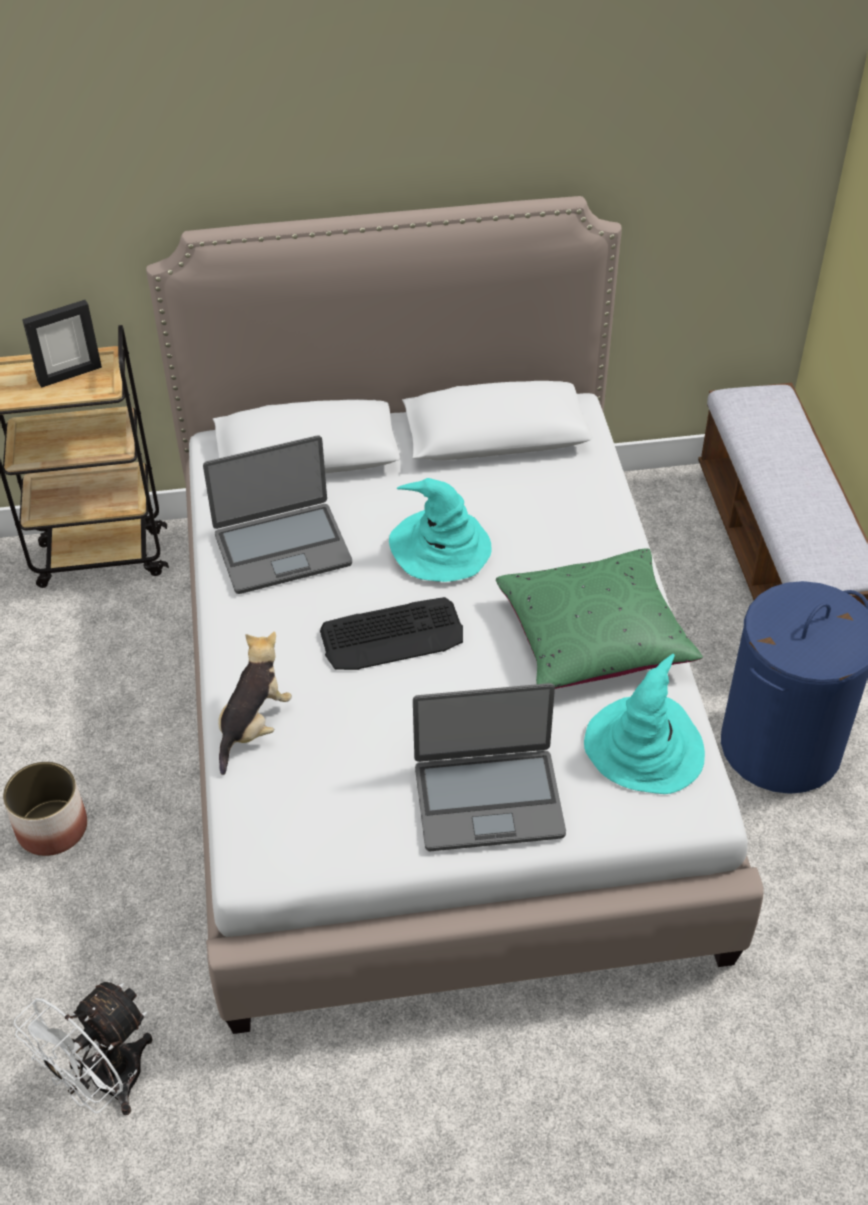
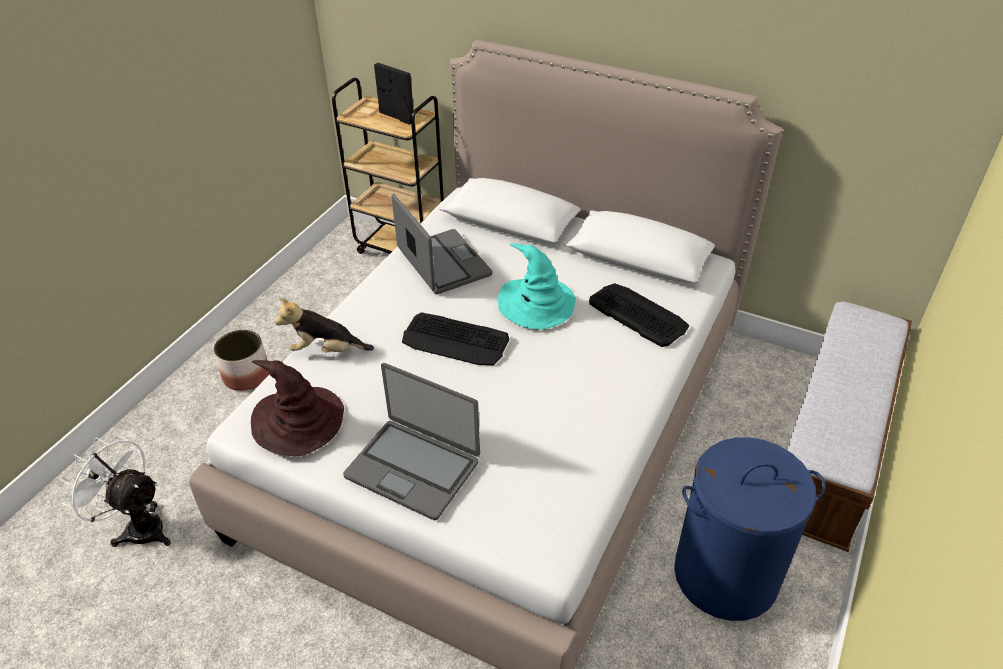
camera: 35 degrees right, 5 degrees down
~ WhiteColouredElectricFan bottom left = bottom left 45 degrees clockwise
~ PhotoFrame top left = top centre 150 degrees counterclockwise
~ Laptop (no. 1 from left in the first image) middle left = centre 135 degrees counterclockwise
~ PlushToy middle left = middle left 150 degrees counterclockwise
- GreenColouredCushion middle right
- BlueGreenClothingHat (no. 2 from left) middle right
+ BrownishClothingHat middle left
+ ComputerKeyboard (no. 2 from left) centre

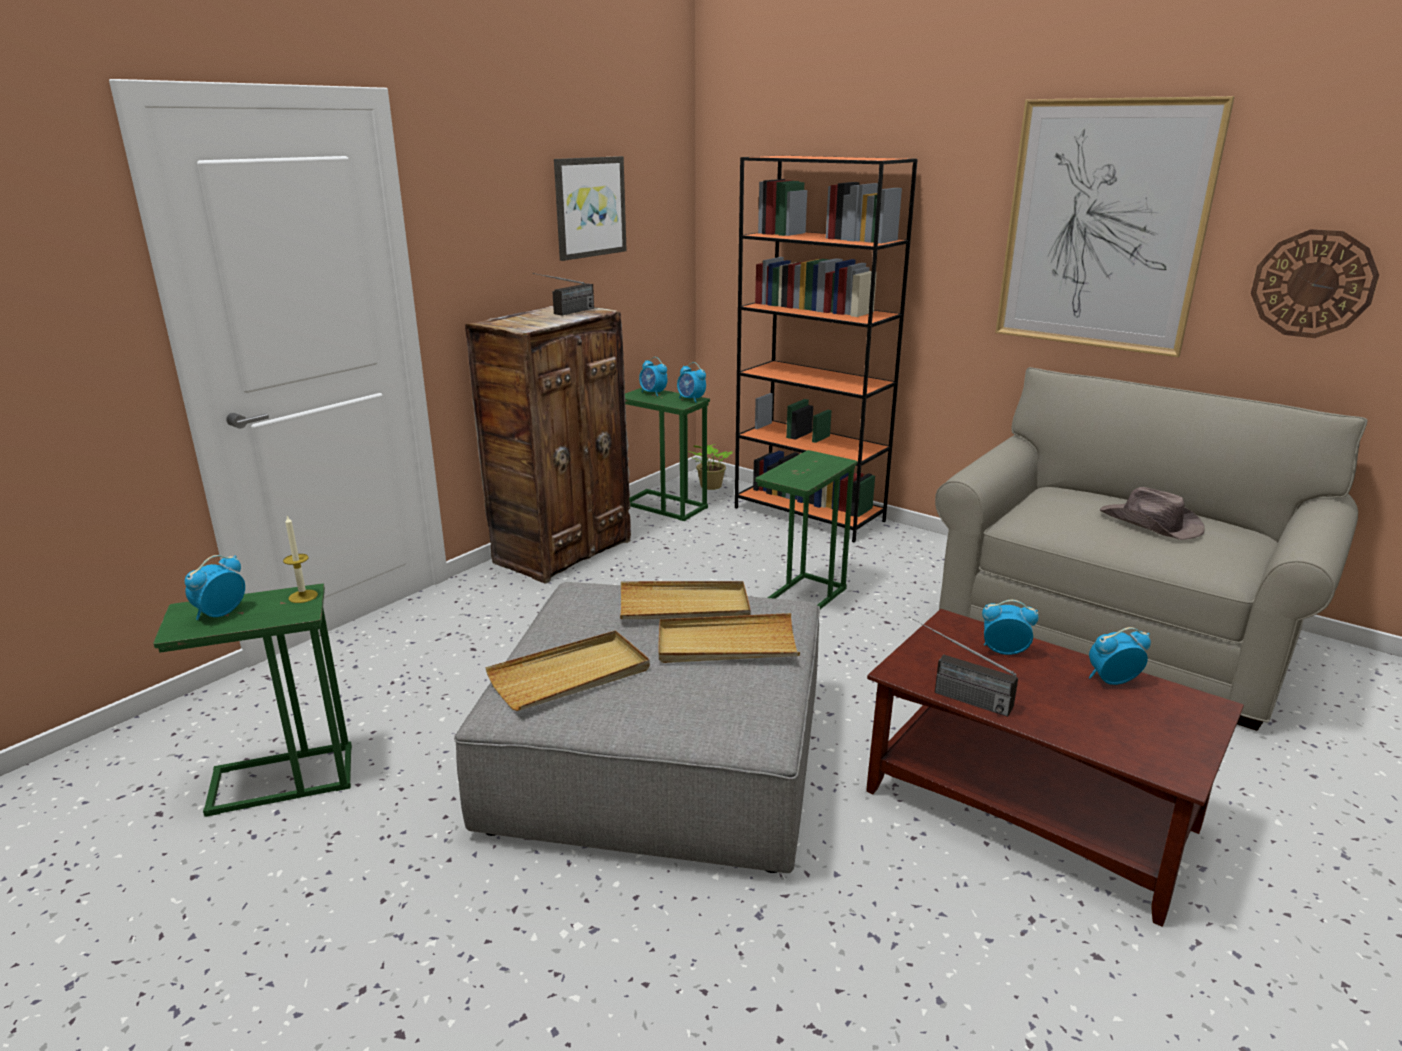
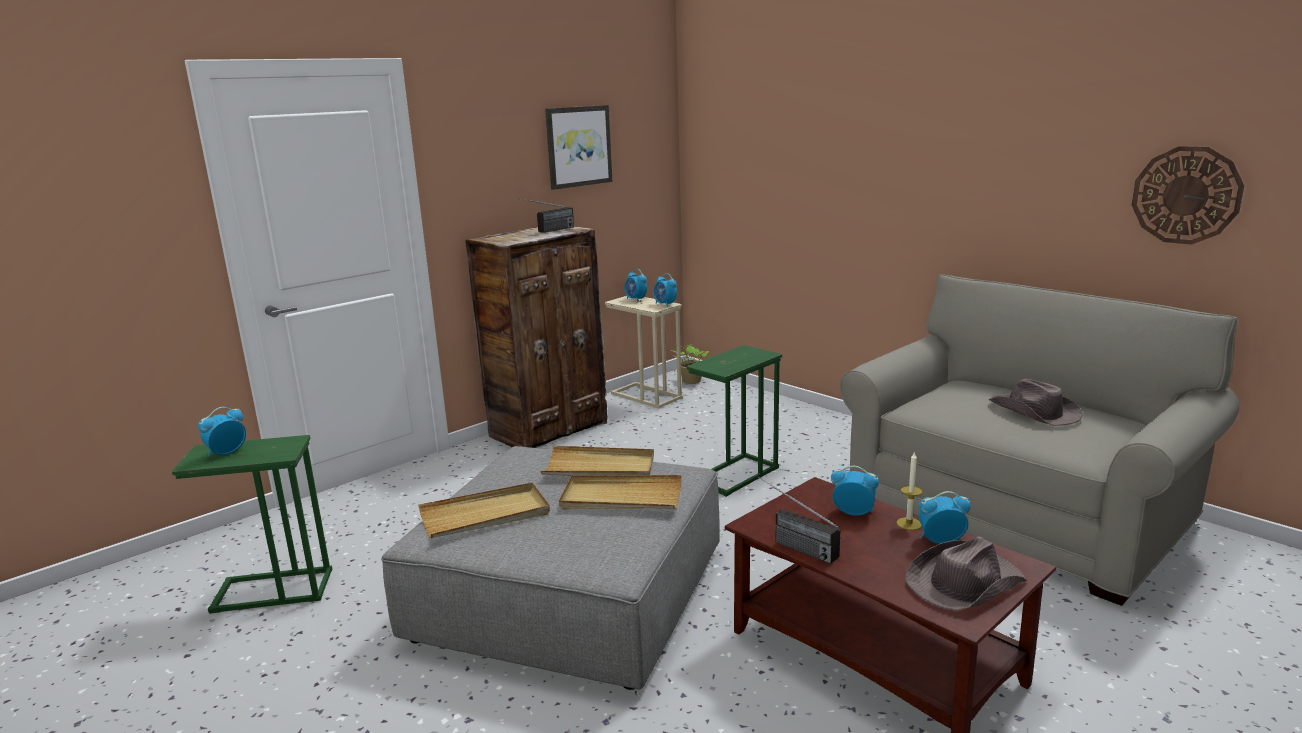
camera: 10 degrees right, 5 degrees down
~ WaxCandle middle left to bottom right
~ GreenColouredEndTable (no. 2 from left) centre to BeigeColouredEndTable centre
- OrangeShelvingUnit top centre
- WallArt (no. 2 from left) top right
+ BrownishClothingHat (no. 1 from left) bottom right

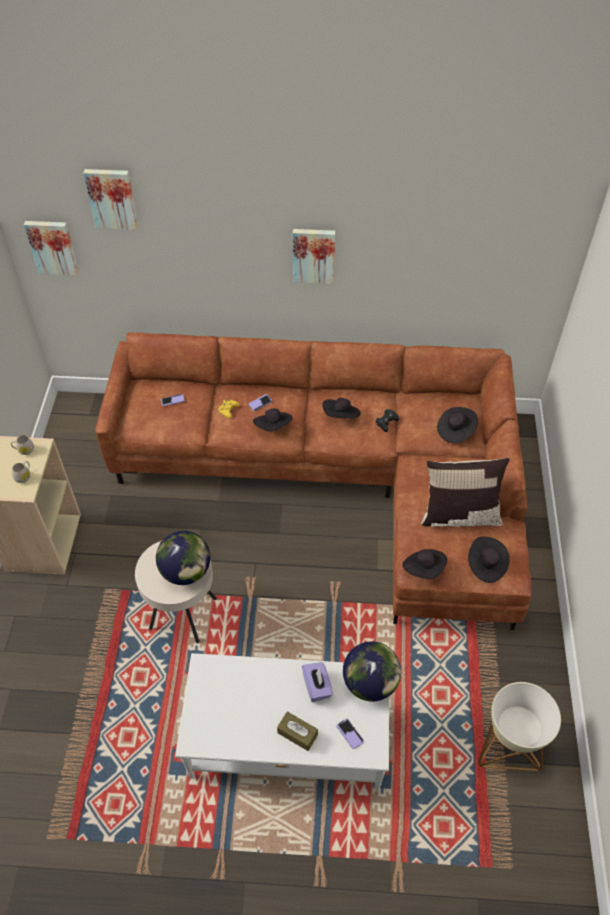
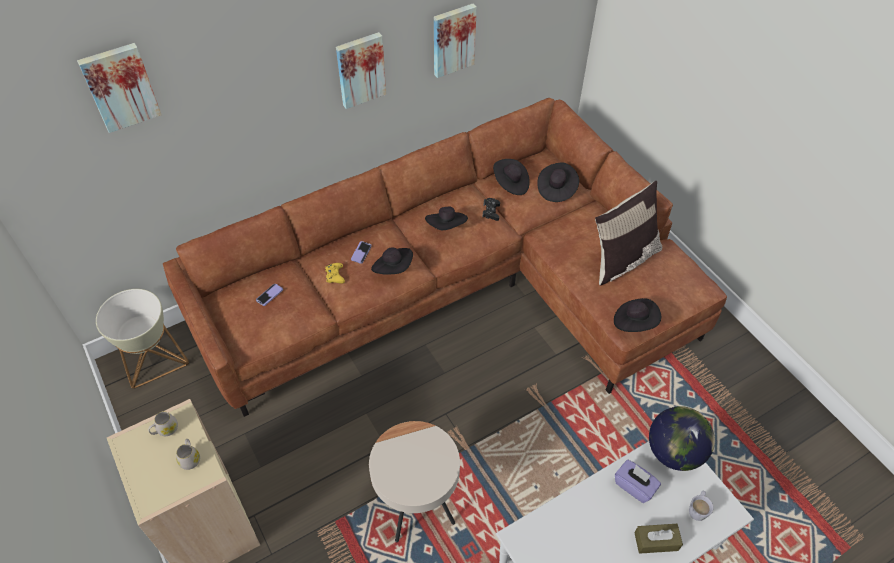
camera: 35 degrees left, 0 degrees up
~ WallArt (no. 1 from left in the first image) top left to WallArt (no. 3 from left) top centre
- DeskGlobe (no. 1 from left) middle left
~ Telephone (no. 3 from left) bottom centre to WhiteColouredMug (no. 3 from left) bottom right
~ BlackColouredClothingHat (no. 5 from left in the first image) middle right to BlackColouredClothingHat (no. 3 from left) top centre
~ Planter bottom right to middle left

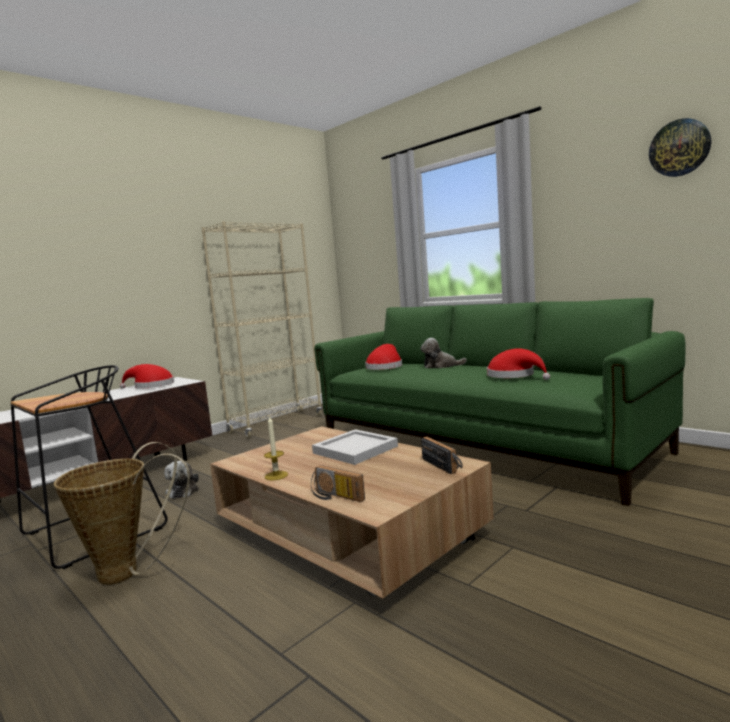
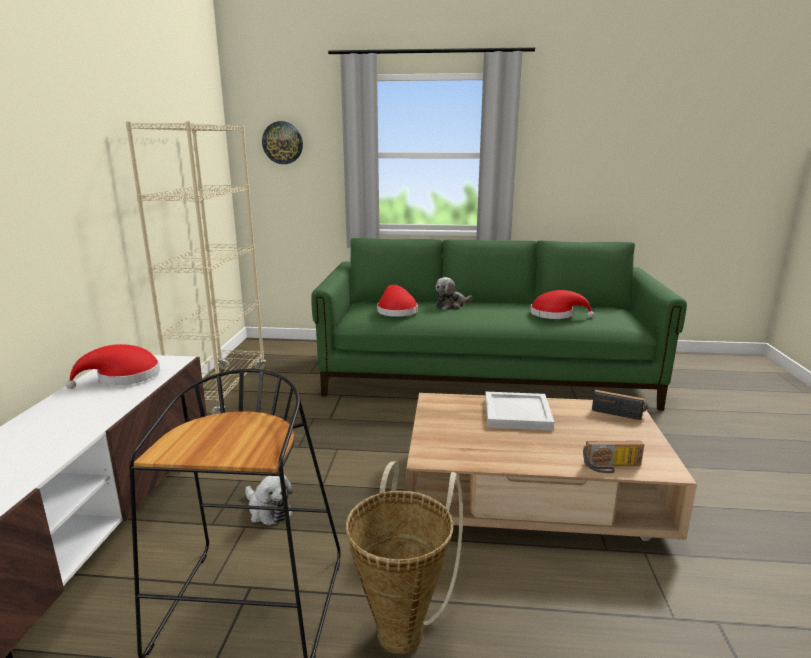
camera: 40 degrees left, 10 degrees up
- WaxCandle centre
~ HangingClock top right to top centre

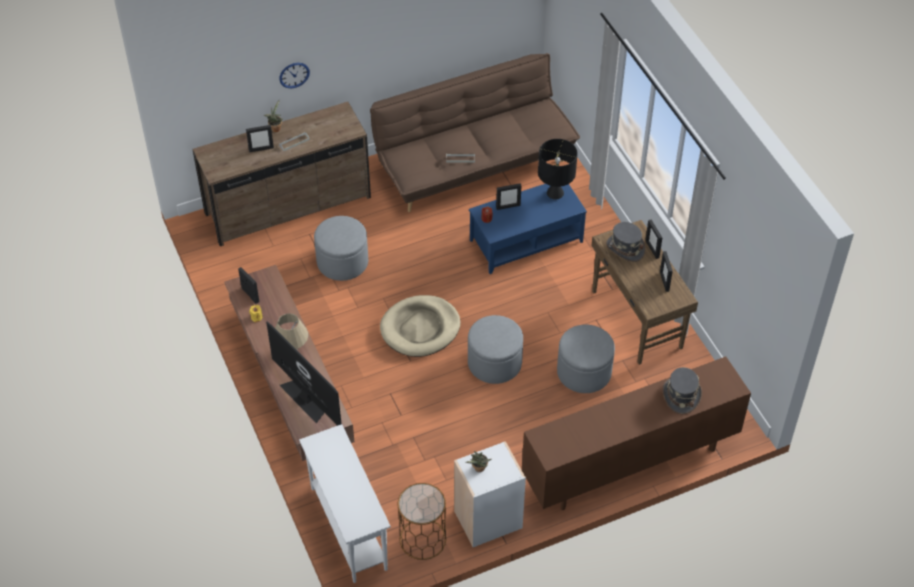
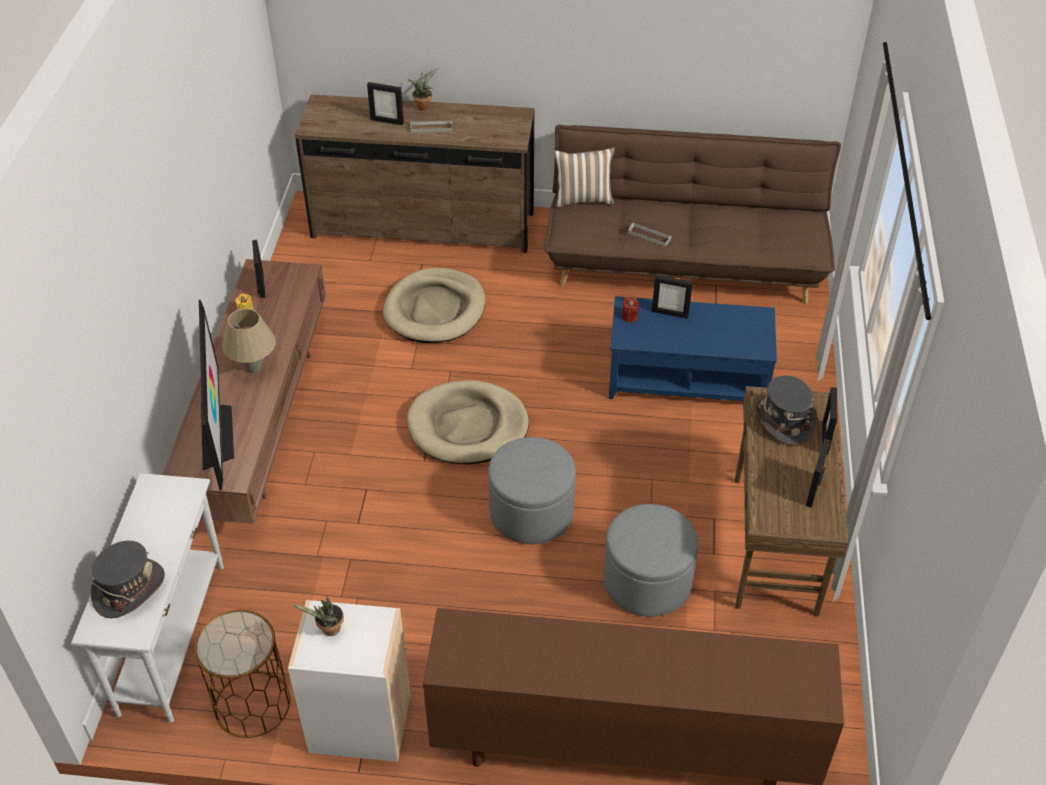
camera: 30 degrees right, 5 degrees down
- HangingClock top left
~ GreyFootrest (no. 1 from left) centre to BeigeColouredDogCushion (no. 1 from left) centre
- BlackColouredTableLamp top centre
~ GreyClothingHat (no. 2 from left in the first image) middle right to GreyClothingHat (no. 1 from left) bottom left
+ Cushion top centre

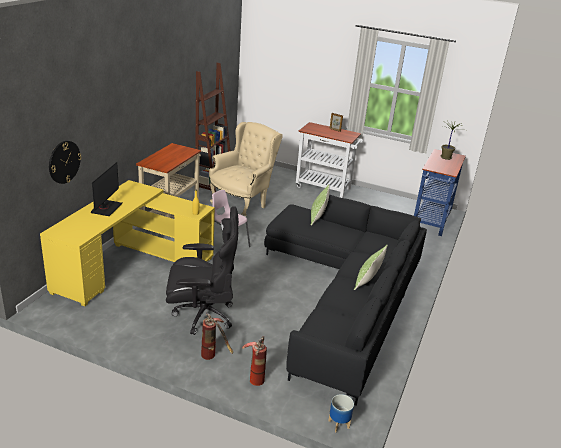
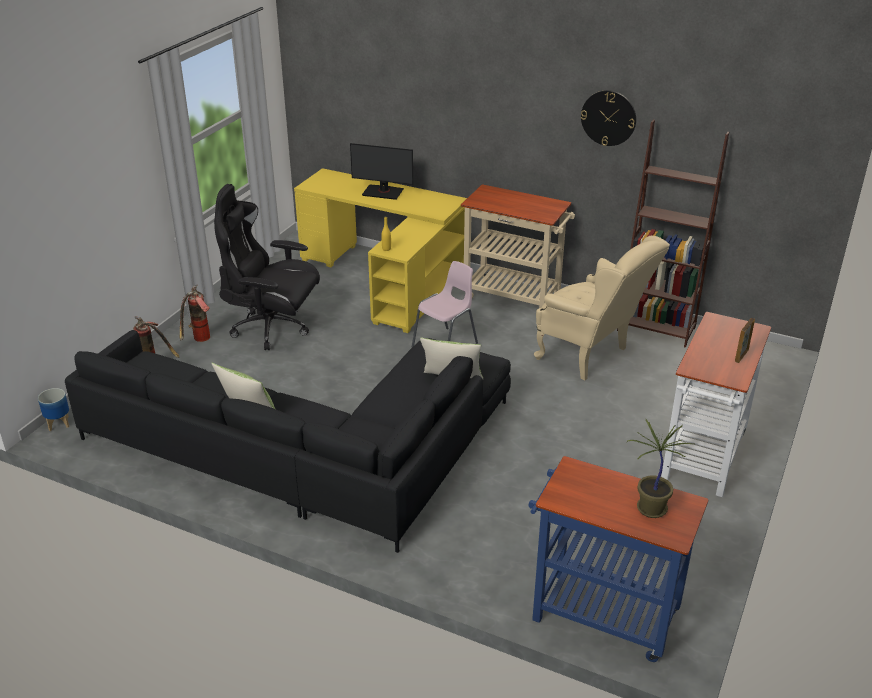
camera: 95 degrees right, 5 degrees up
~ HangingClock middle left to top right
~ BlackColouredOfficeChair centre = middle left 105 degrees clockwise

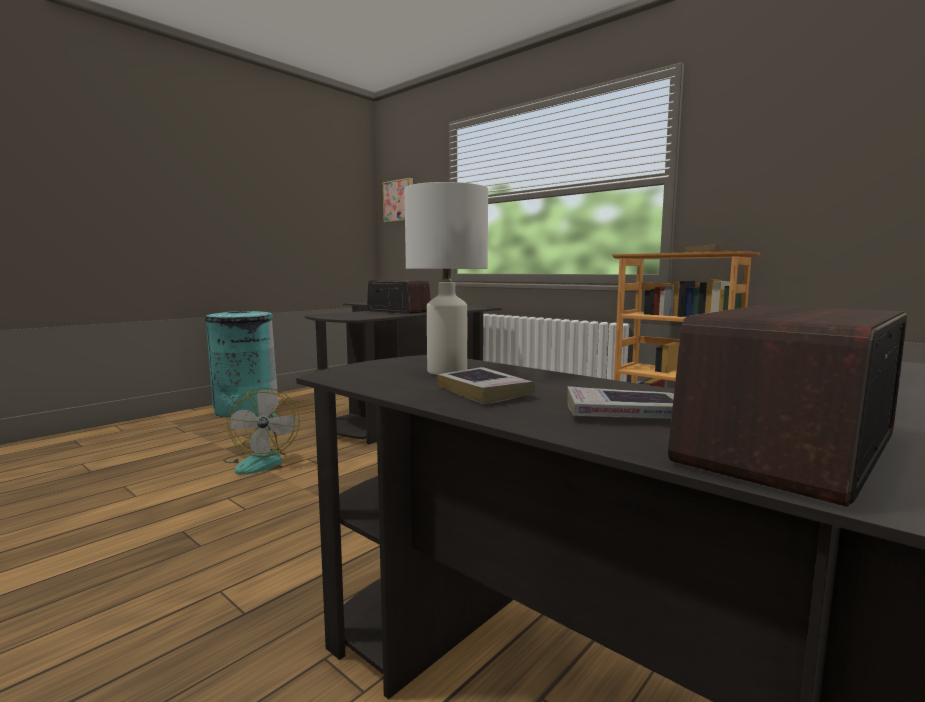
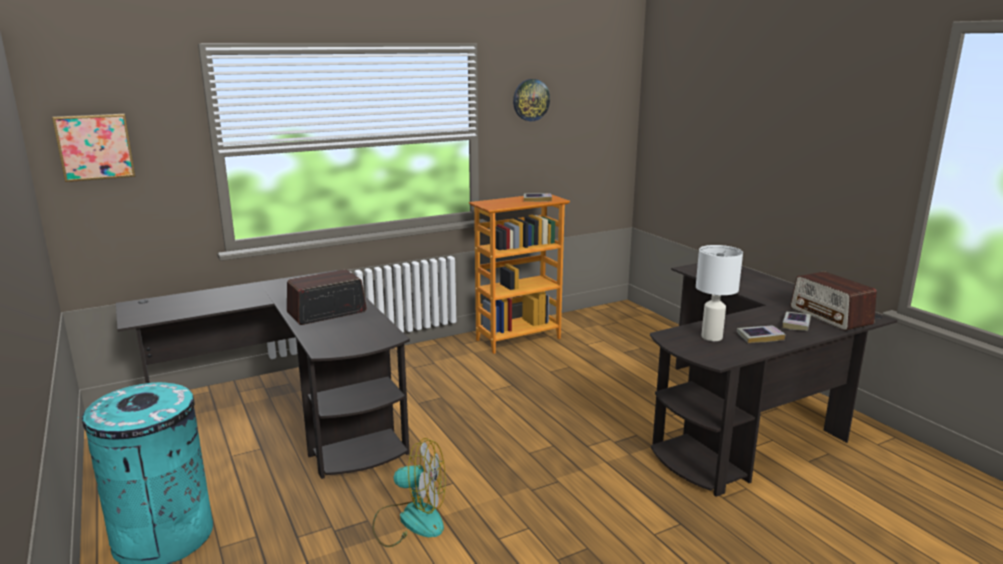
camera: 70 degrees left, 10 degrees up
+ HangingClock top centre

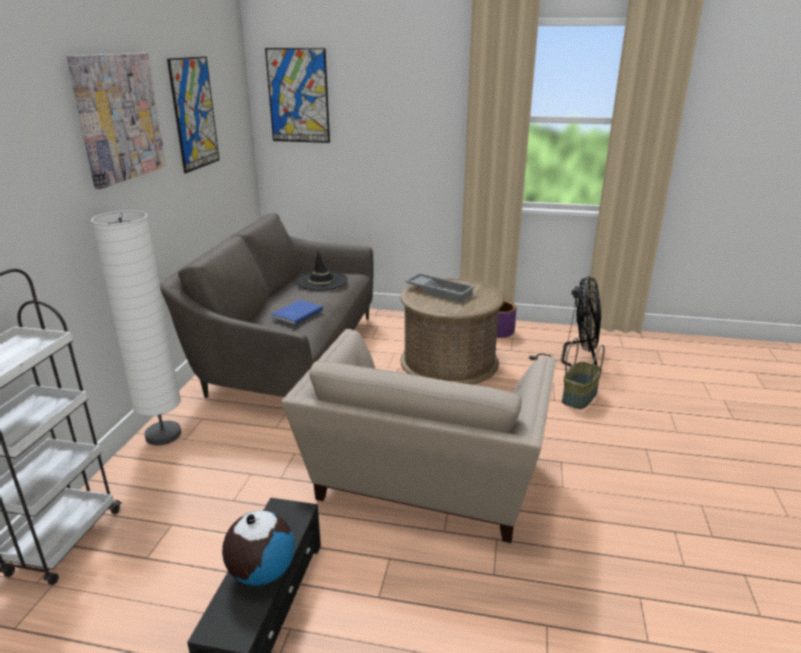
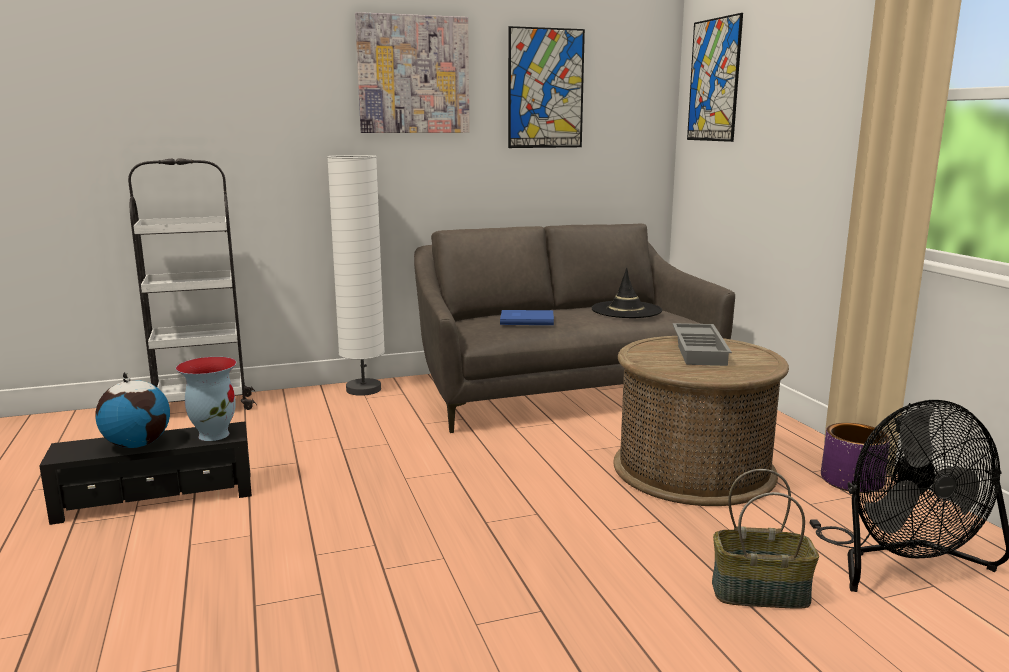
camera: 60 degrees right, 10 degrees down
- BeigeColouredEasyChair bottom centre
+ Vase middle left

